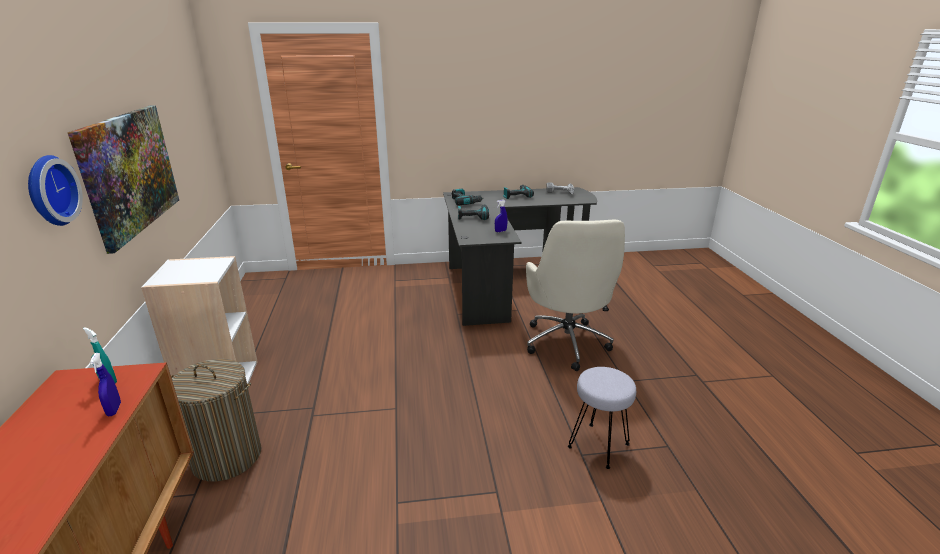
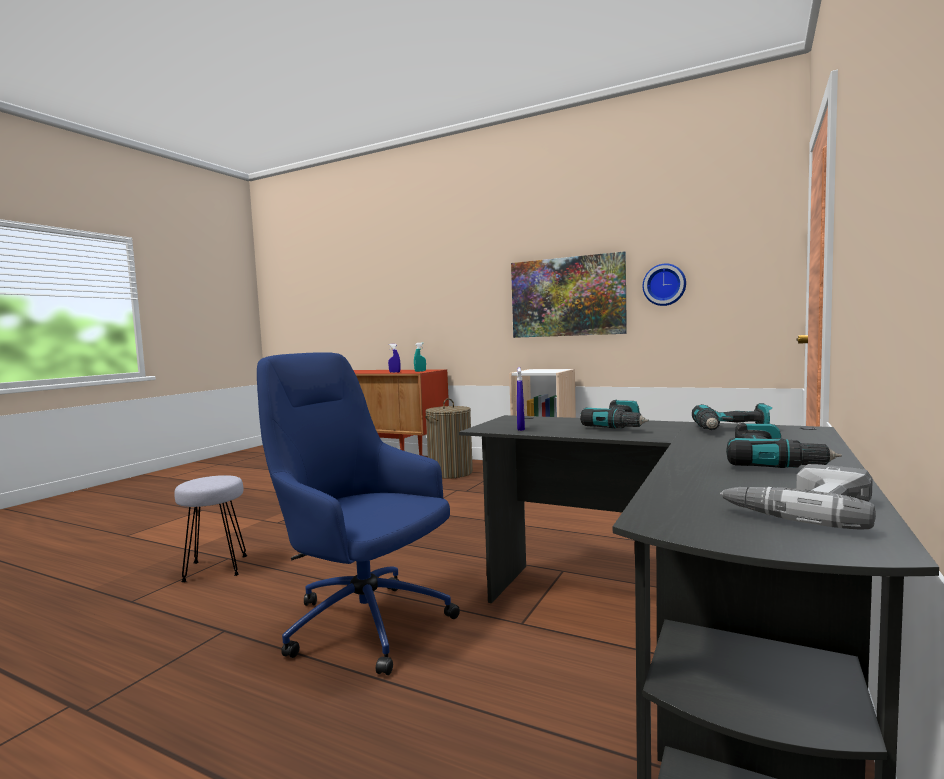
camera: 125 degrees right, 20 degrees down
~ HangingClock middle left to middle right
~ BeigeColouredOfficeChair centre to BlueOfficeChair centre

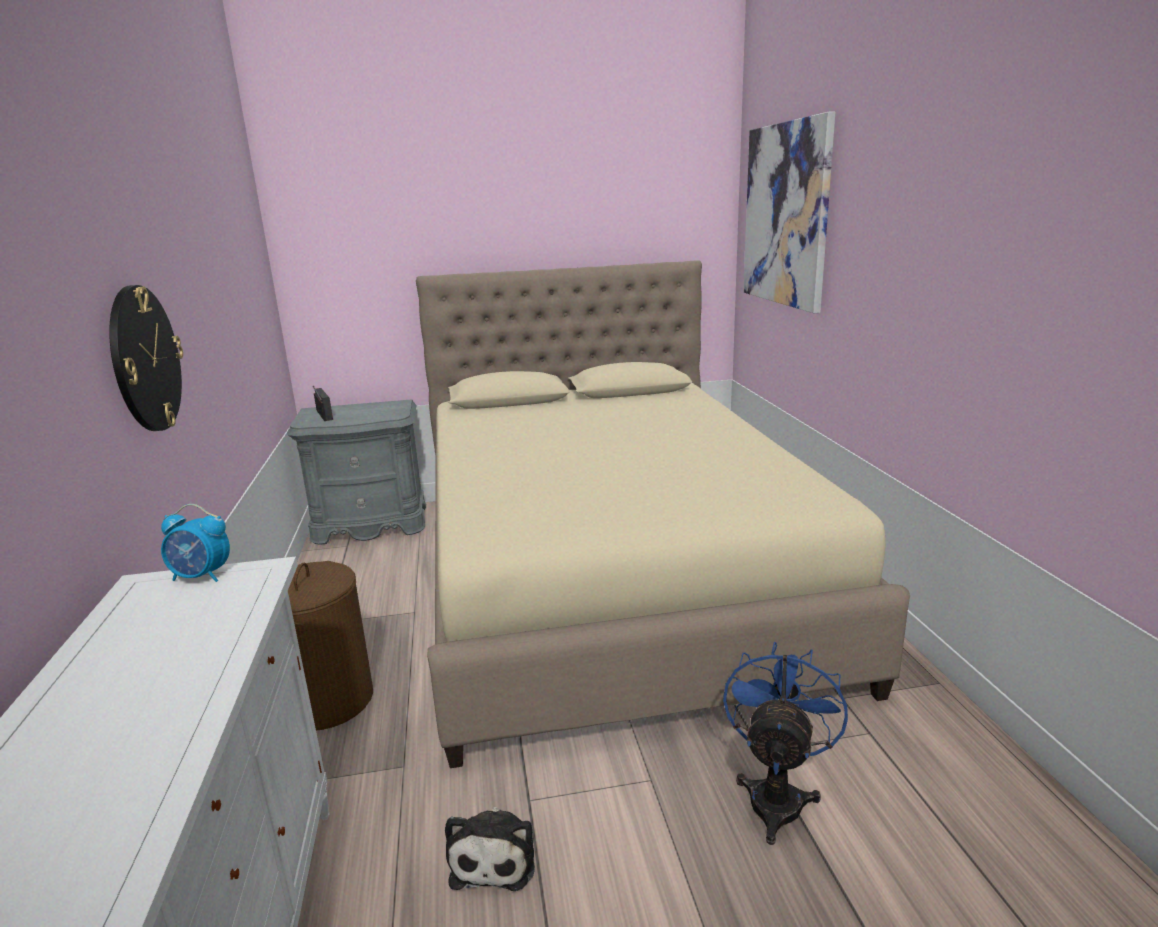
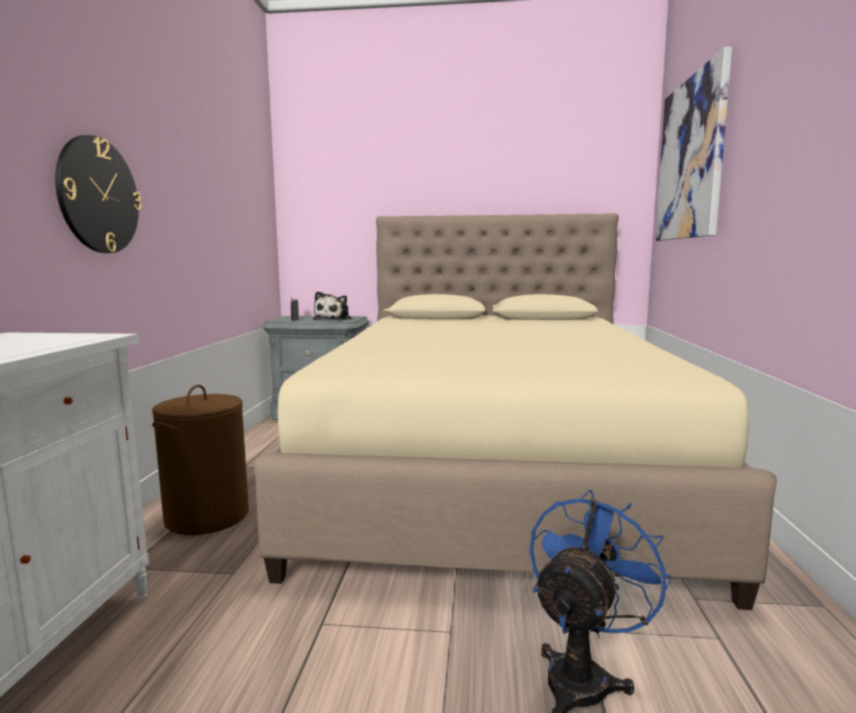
camera: 15 degrees right, 10 degrees down
- AlarmClock middle left
~ PlushToy bottom centre to centre

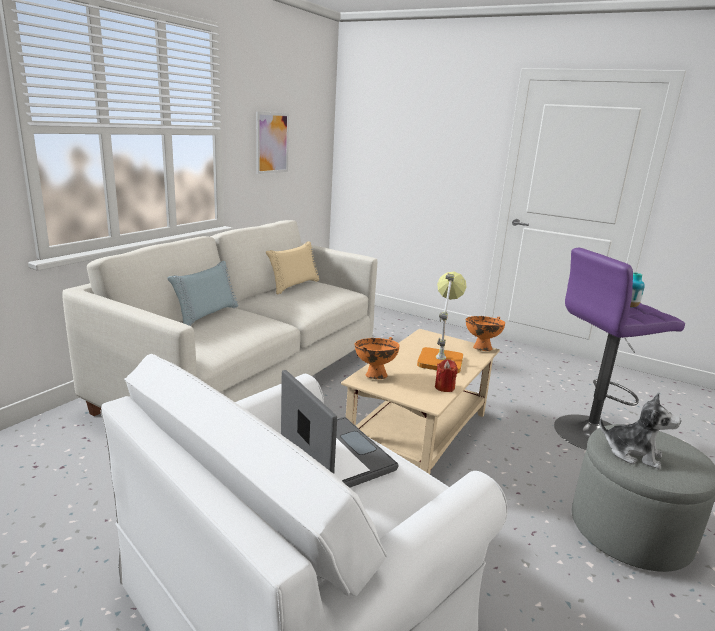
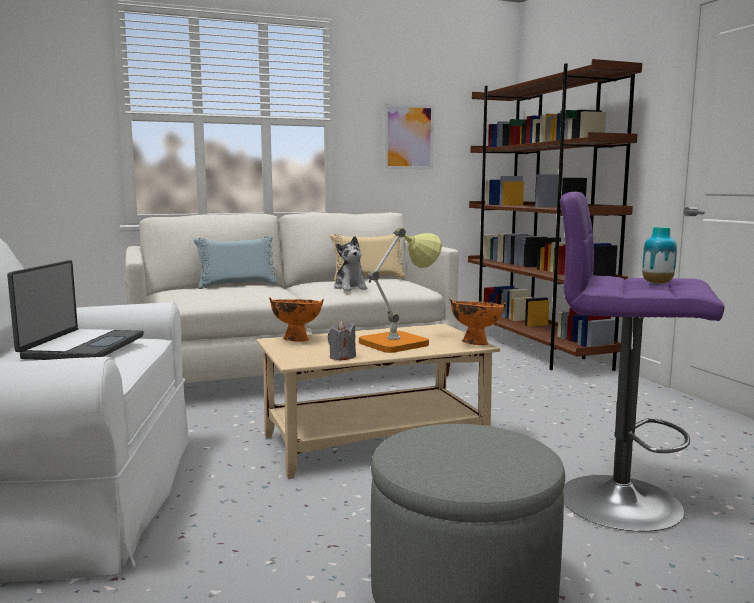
camera: 40 degrees right, 10 degrees down
~ RedColouredWaxCandle centre to GreyWaxCandle centre
~ PlushToy bottom right to centre
+ BrownishShelvingUnit middle right

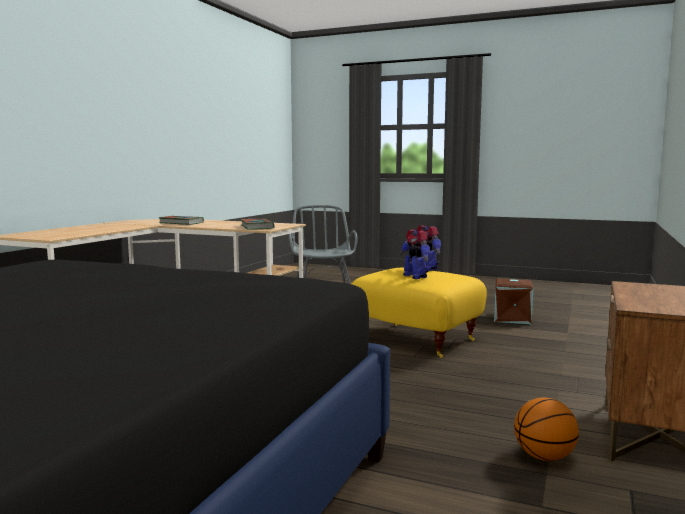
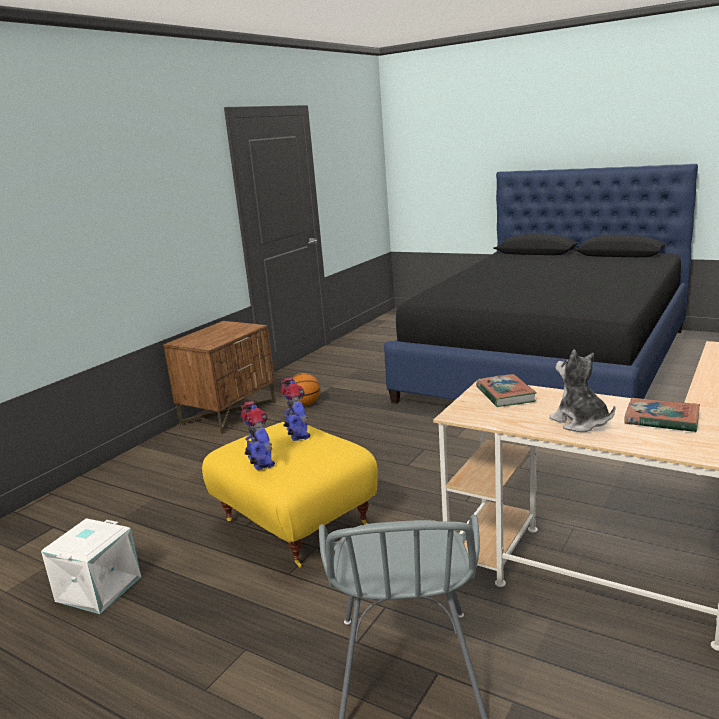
camera: 170 degrees left, 10 degrees up
~ BrownishStorageContainer middle right to WhiteColouredStorageContainer bottom left
+ PlushToy middle right

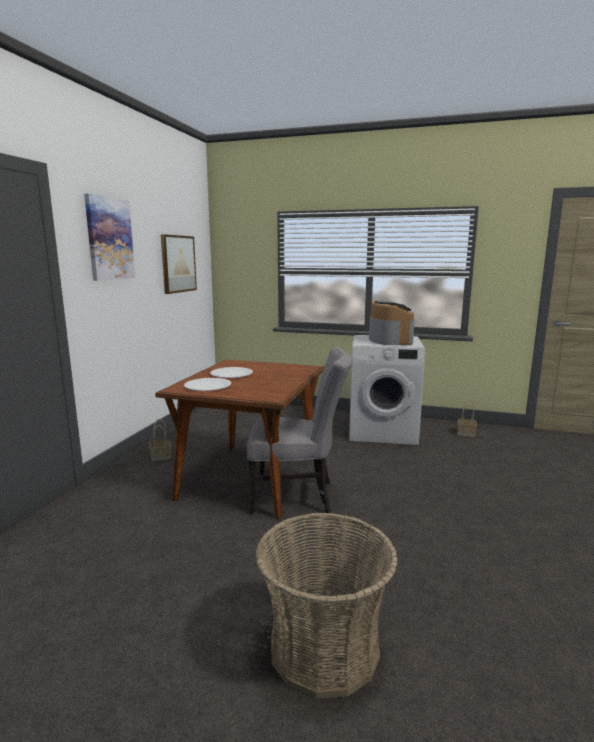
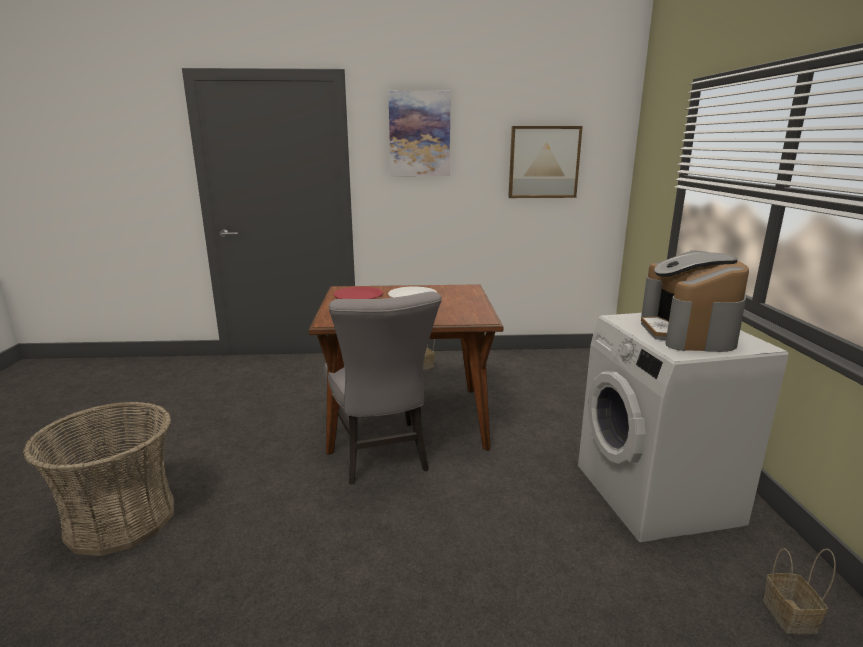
camera: 70 degrees right, 5 degrees up
~ WhiteColouredDinnerPlate (no. 1 from left) centre to RedColouredDinnerPlate centre
~ CoffeeBrewer centre = middle right 120 degrees clockwise

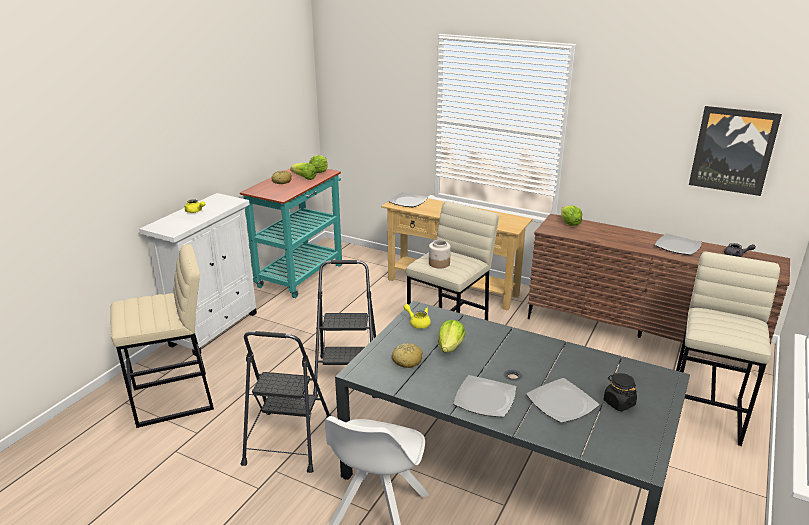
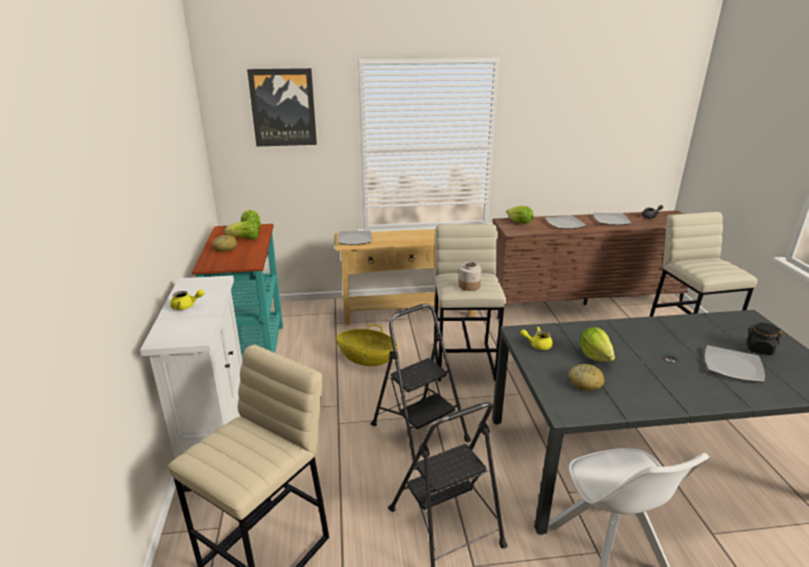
camera: 35 degrees left, 0 degrees up
~ DinnerPlate (no. 2 from left) bottom centre to middle right
~ WallArt top right to top centre
+ HouseholdBasket centre

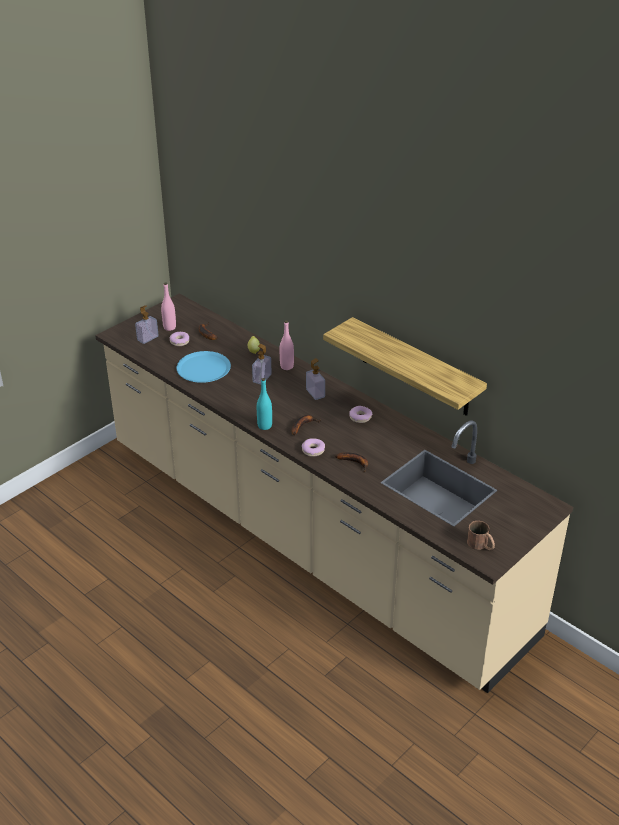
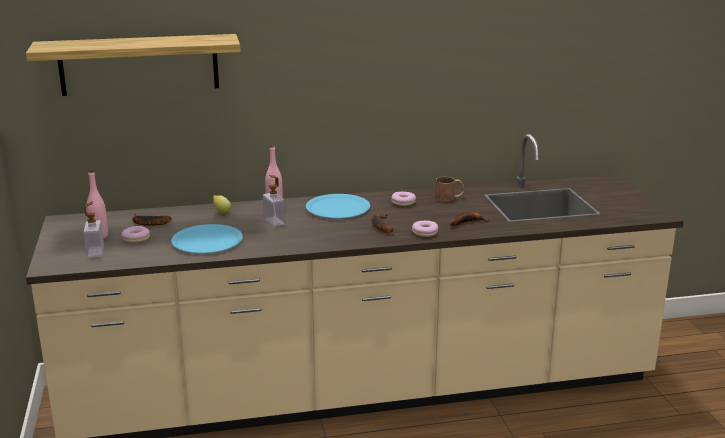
camera: 55 degrees left, 15 degrees down
- BlueGreenBottle centre
~ SoapDispenser (no. 3 from left) centre to BlueDinnerPlate (no. 2 from left) centre
~ BracketShelf centre to top left
~ BrownishMug middle right to centre

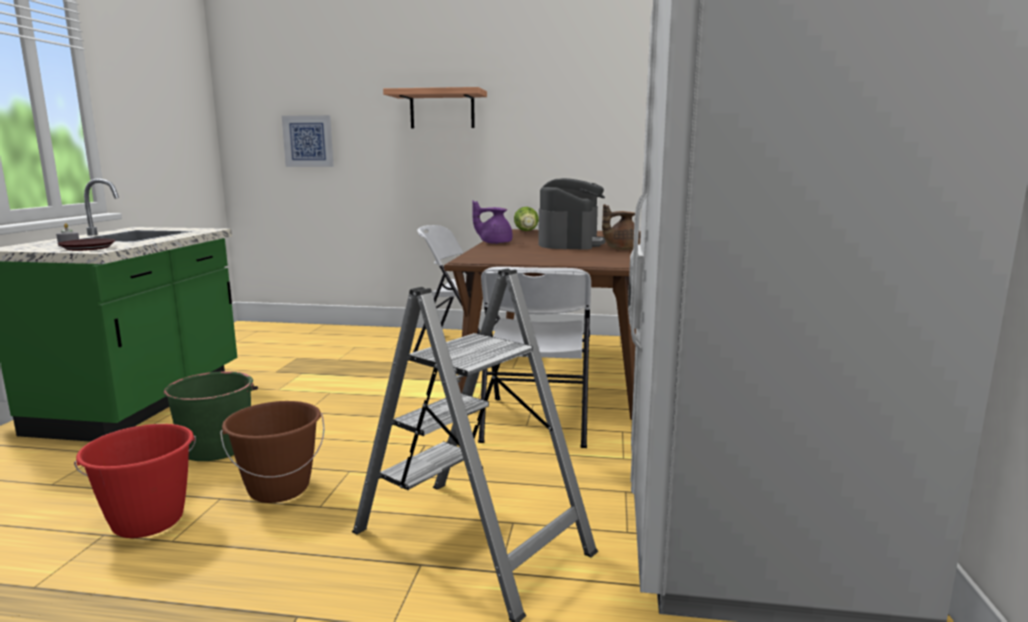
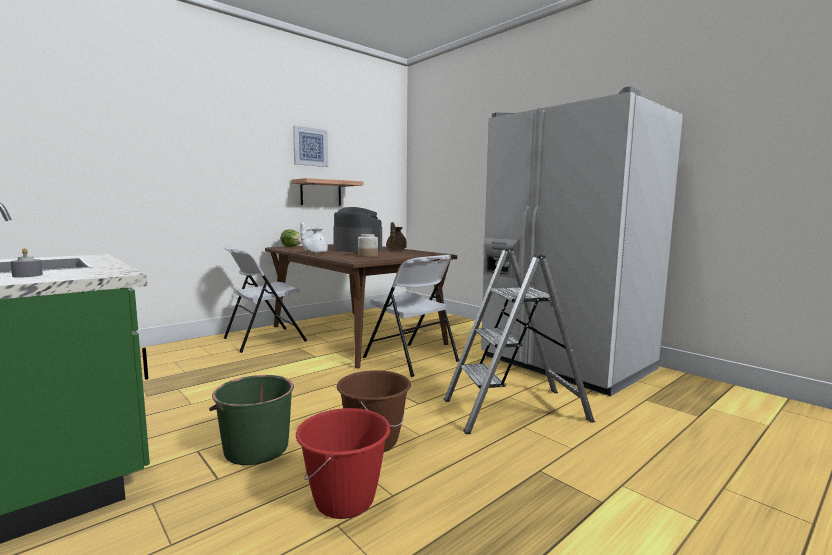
camera: 50 degrees left, 5 degrees down
- BrownishDinnerPlate middle left
~ WallArt top left to top centre
~ BracketShelf top centre to centre
~ PurplishPotForTea centre to WhiteColouredPotForTea centre
+ Jar centre

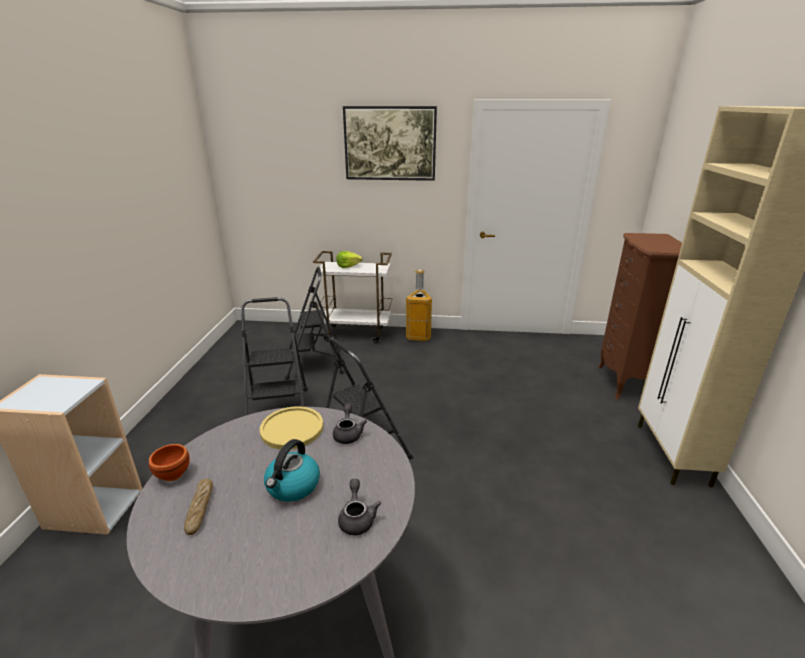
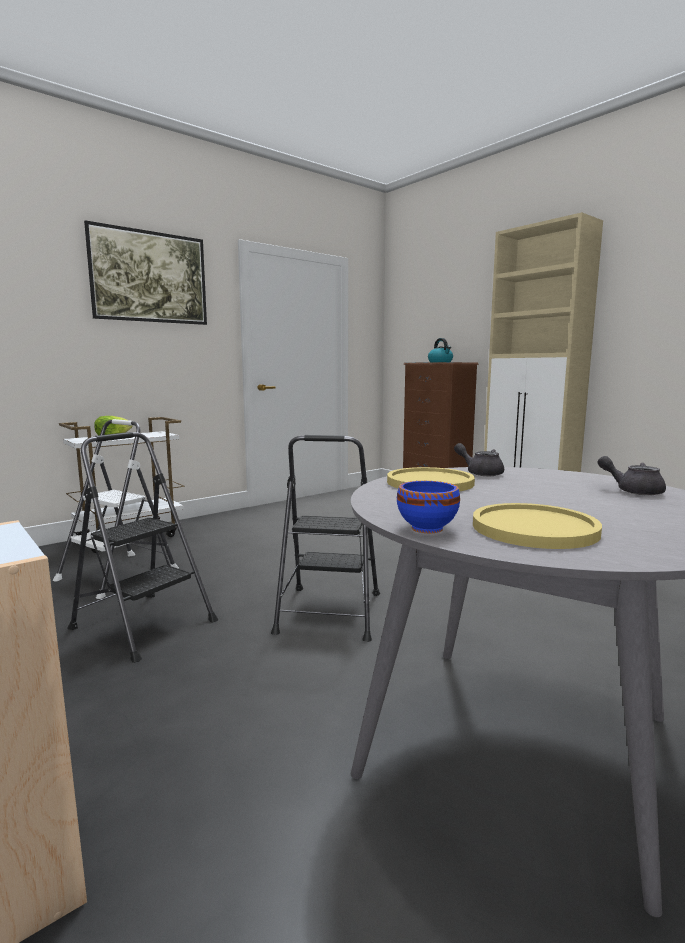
camera: 45 degrees left, 15 degrees down
~ BrownishServingBowl bottom left to BlueServingBowl centre
~ BakedBread bottom left to YellowDinnerPlate (no. 2 from left) middle right
~ WaterKettle bottom centre to centre
~ BlackColouredStepladder (no. 2 from left) centre to WhiteColouredStepladder middle left
- TrashCan centre

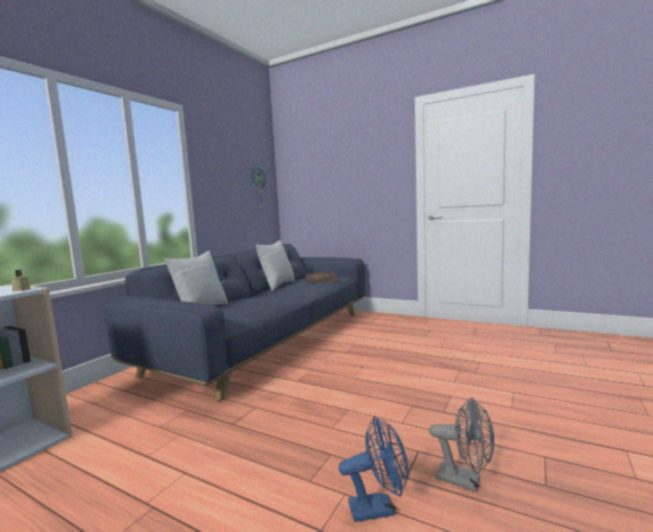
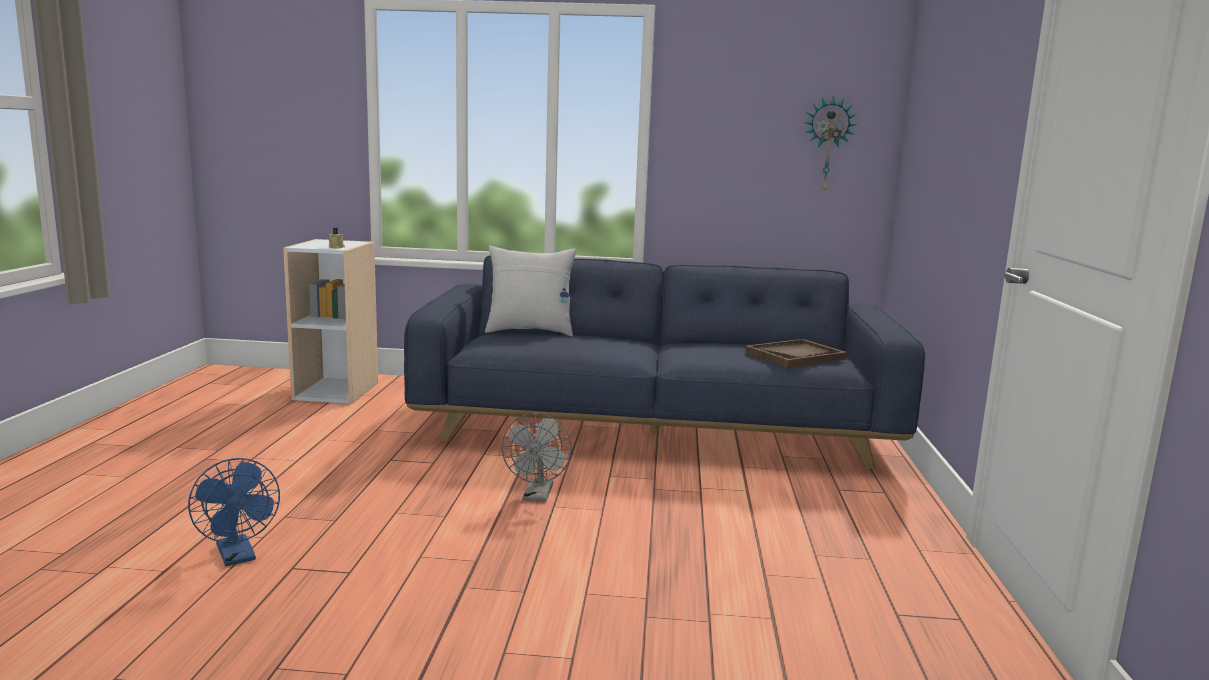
camera: 65 degrees right, 5 degrees up
- GreyCushion (no. 2 from left) centre
~ GreyElectricFan bottom right to bottom centre

